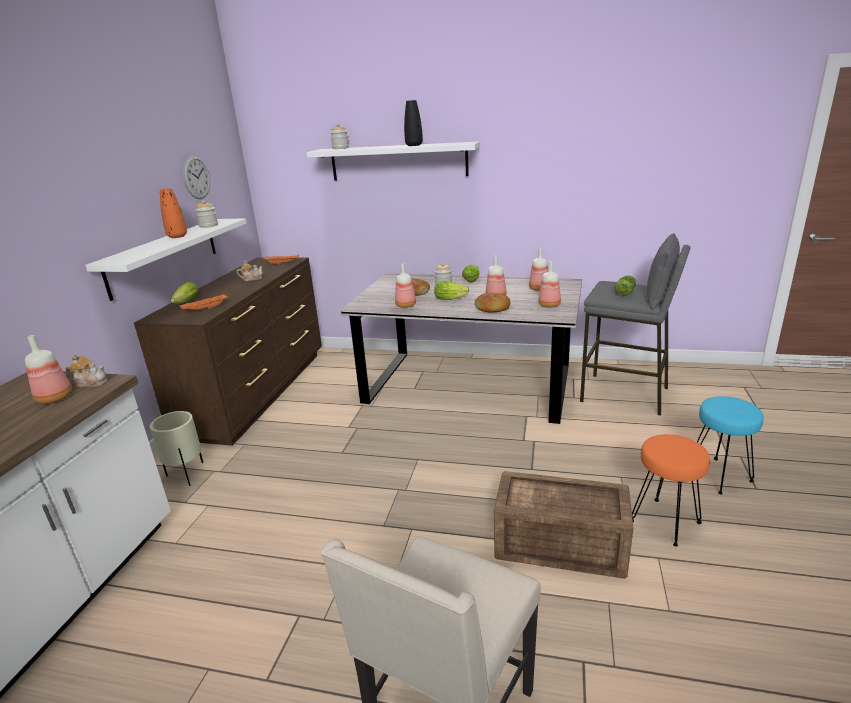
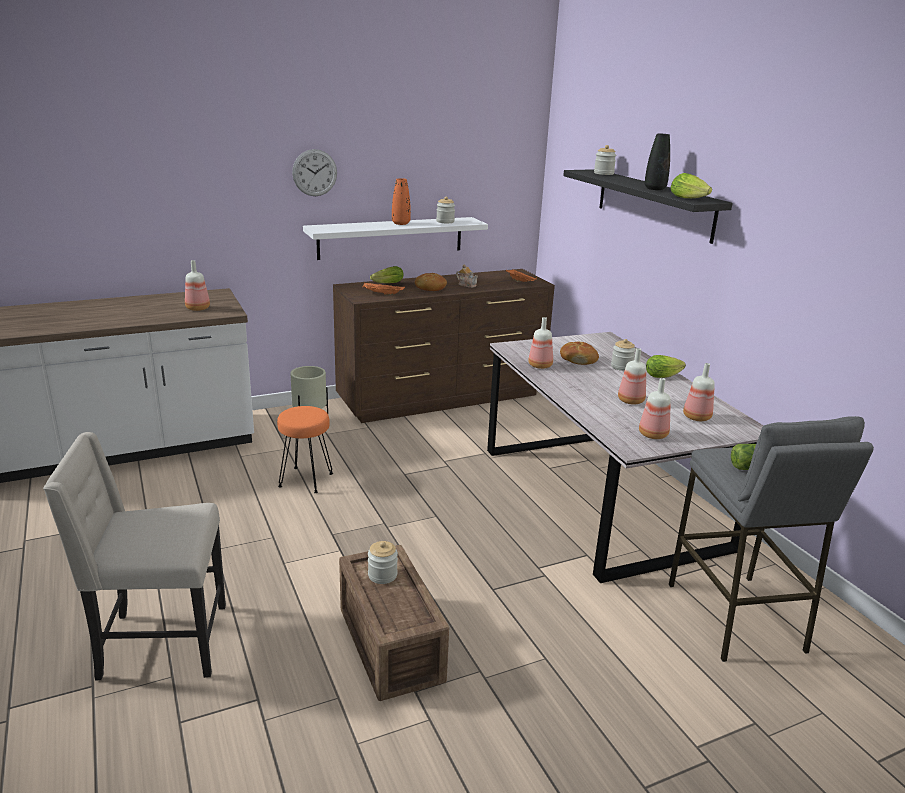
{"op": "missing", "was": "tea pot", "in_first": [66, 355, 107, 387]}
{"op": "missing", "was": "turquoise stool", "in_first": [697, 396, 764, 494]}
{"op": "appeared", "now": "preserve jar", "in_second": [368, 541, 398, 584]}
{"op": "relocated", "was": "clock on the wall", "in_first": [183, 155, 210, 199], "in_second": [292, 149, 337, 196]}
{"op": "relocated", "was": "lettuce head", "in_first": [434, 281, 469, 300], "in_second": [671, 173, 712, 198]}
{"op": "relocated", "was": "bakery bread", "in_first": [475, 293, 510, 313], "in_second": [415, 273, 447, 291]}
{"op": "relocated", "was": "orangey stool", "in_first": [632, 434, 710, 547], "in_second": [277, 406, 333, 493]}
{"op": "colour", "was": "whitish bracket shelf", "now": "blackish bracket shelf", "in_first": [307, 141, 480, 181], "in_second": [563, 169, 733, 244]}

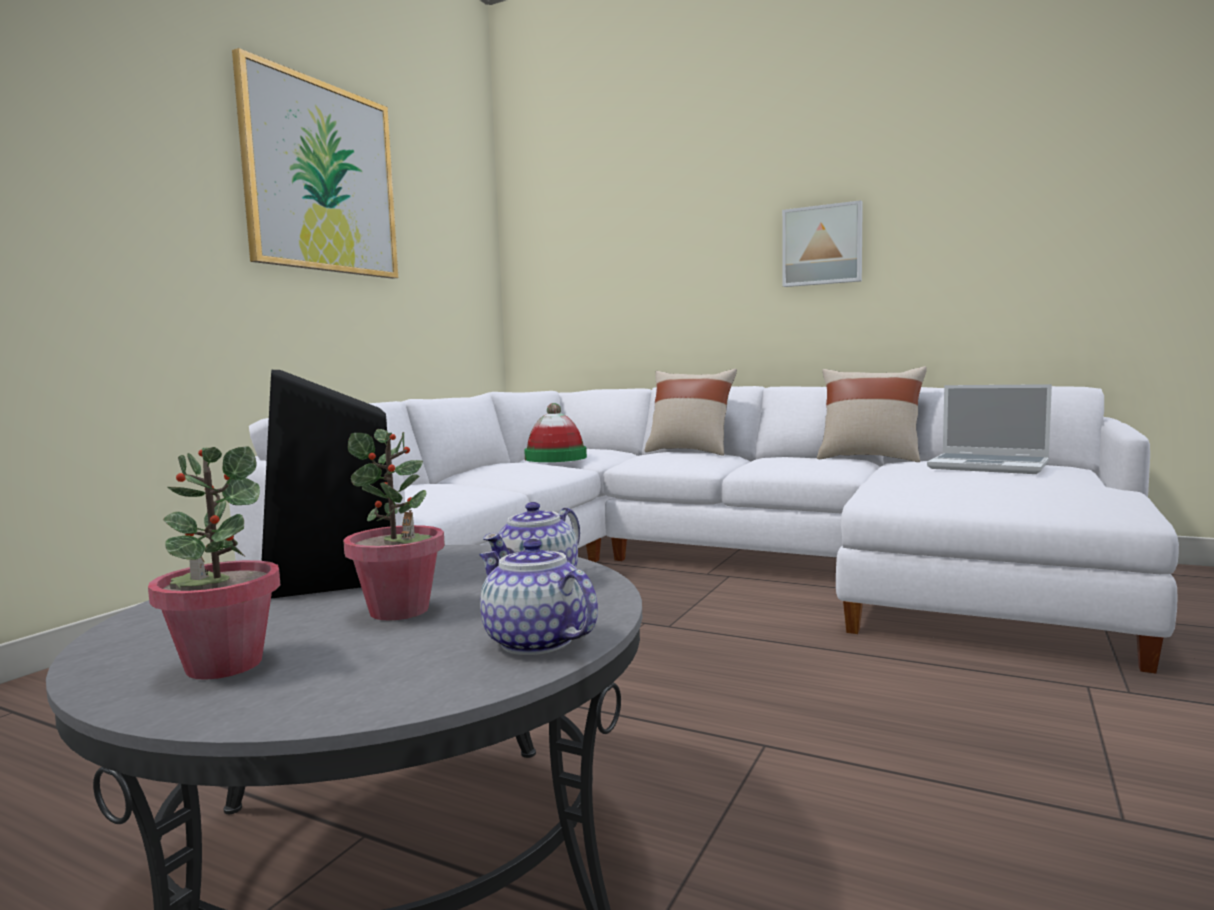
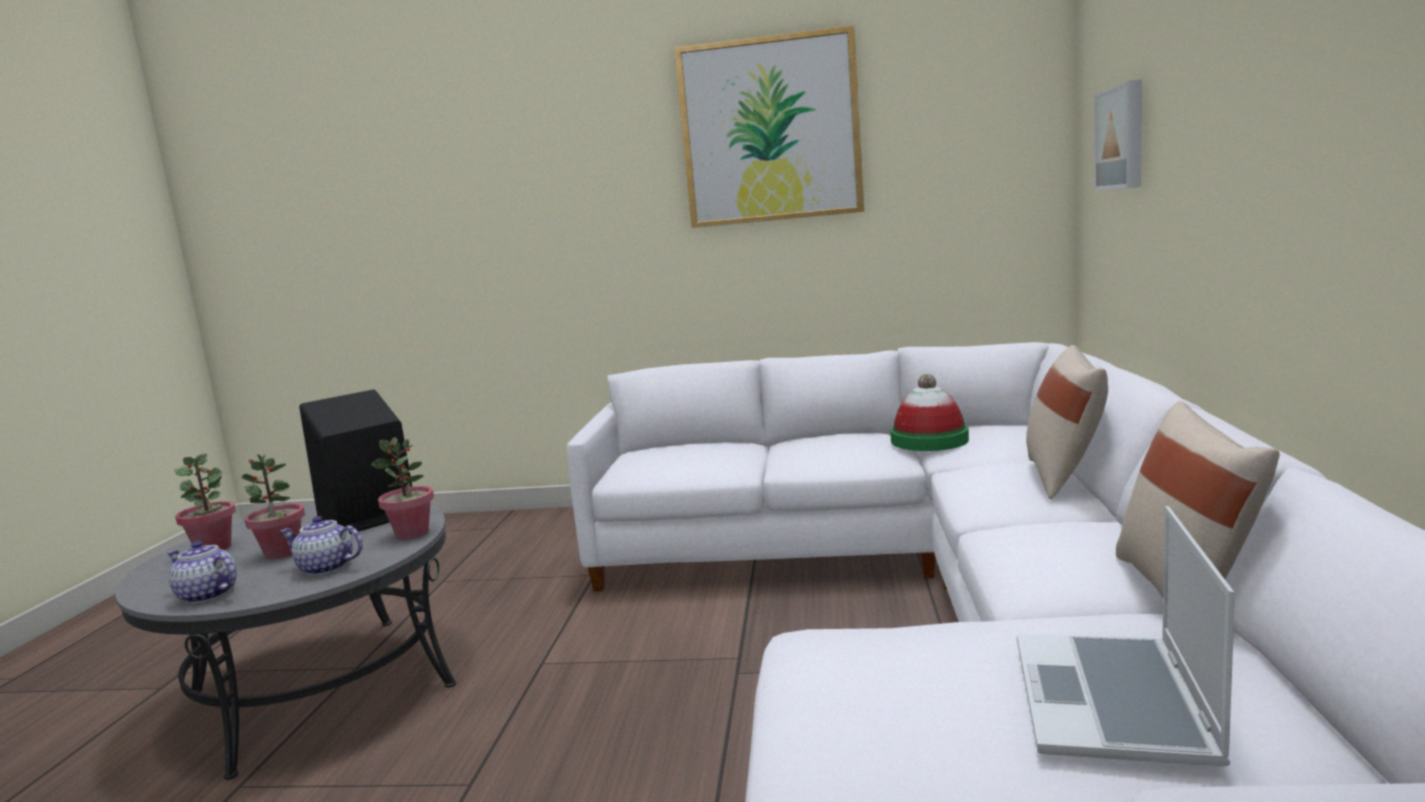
{"op": "appeared", "now": "houseplant", "in_second": [371, 437, 434, 540]}
{"op": "relocated", "was": "picture", "in_first": [782, 200, 863, 287], "in_second": [1094, 79, 1142, 191]}
{"op": "spun", "was": "tea pot", "in_first": [479, 539, 598, 655], "in_second": [167, 541, 237, 604], "clockwise": -90}

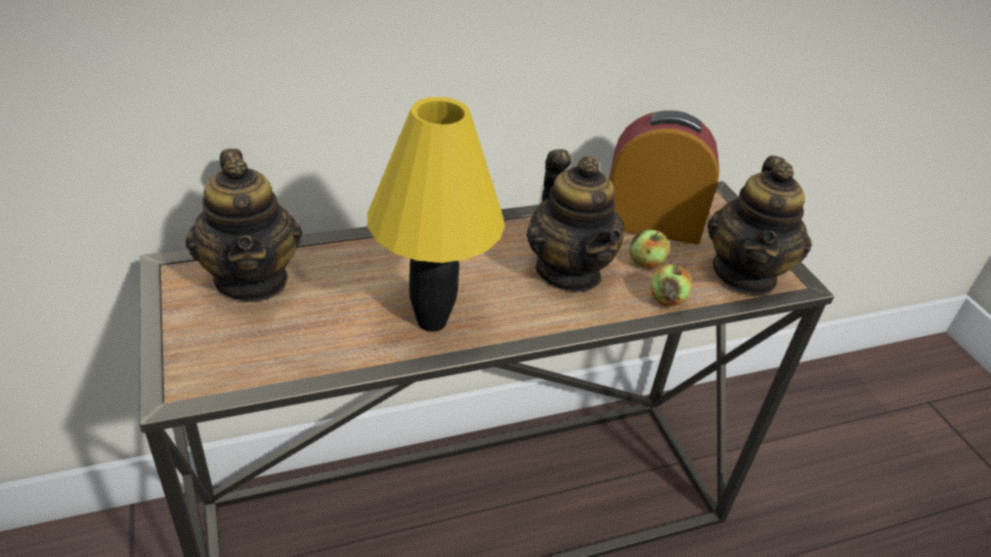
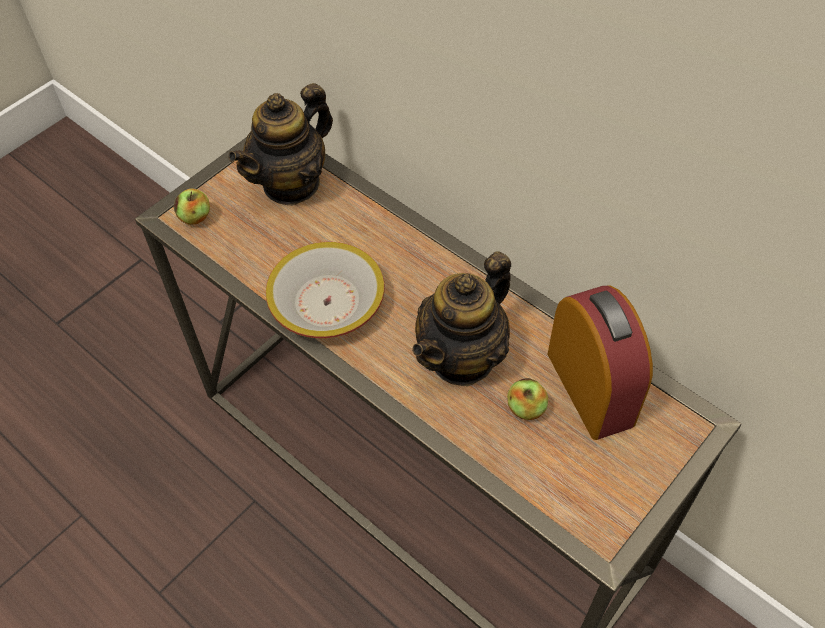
{"op": "missing", "was": "tea pot", "in_first": [707, 156, 812, 295]}
{"op": "relocated", "was": "apple fruit", "in_first": [651, 263, 692, 307], "in_second": [174, 188, 210, 225]}
{"op": "exchanged", "was": "yellow-coloured lamp for a table", "now": "deep dish", "in_first": [367, 97, 505, 332], "in_second": [266, 242, 385, 338]}

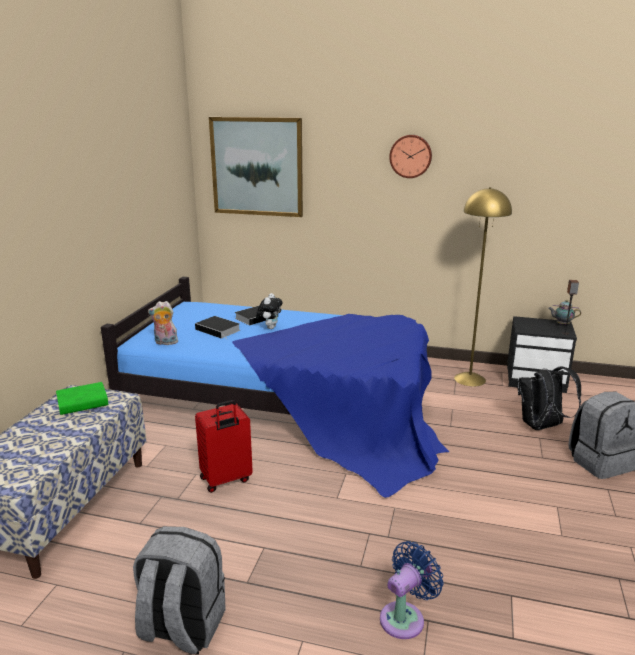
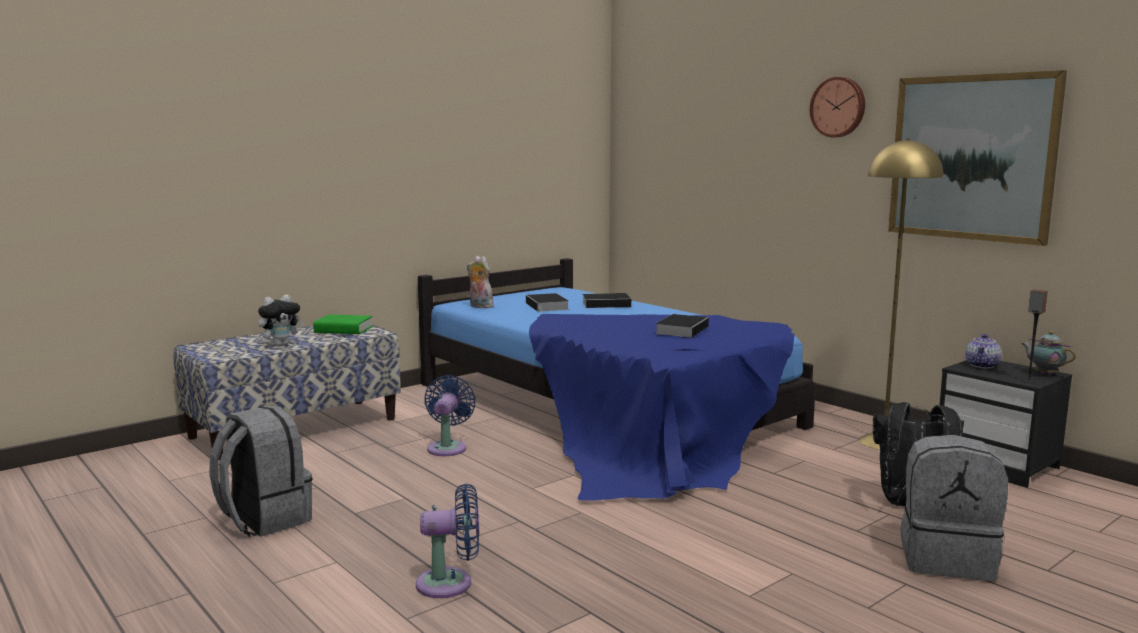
{"op": "appeared", "now": "bound book", "in_second": [655, 314, 709, 338]}
{"op": "appeared", "now": "tea pot", "in_second": [965, 334, 1002, 368]}
{"op": "relocated", "was": "picture", "in_first": [209, 117, 303, 217], "in_second": [888, 70, 1067, 246]}
{"op": "relocated", "was": "cuddly toy", "in_first": [256, 293, 283, 329], "in_second": [258, 295, 304, 346]}
{"op": "exchanged", "was": "red-coloured suitcase", "now": "bluish cooling fan", "in_first": [195, 400, 253, 493], "in_second": [424, 375, 476, 456]}

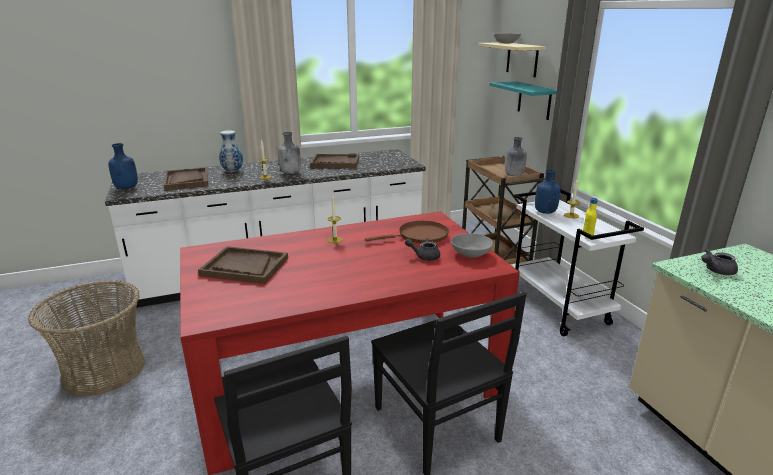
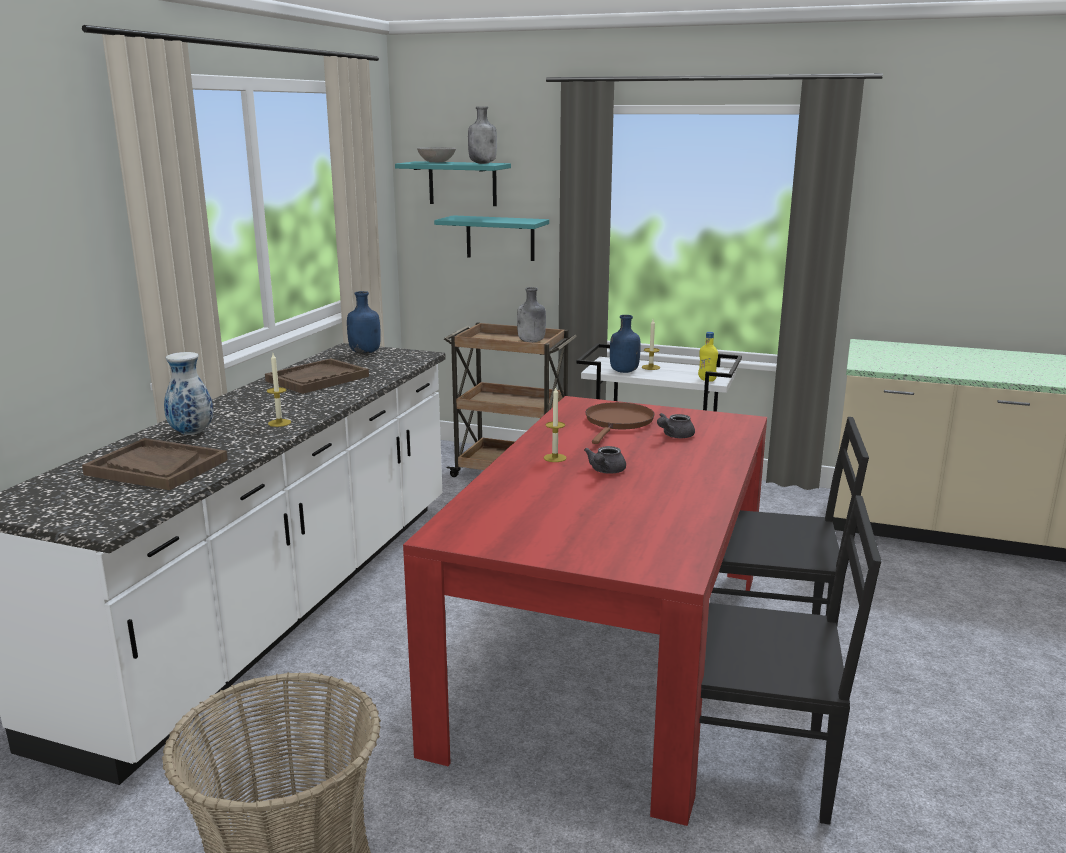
{"op": "missing", "was": "brown-coloured tray", "in_first": [198, 246, 288, 284]}
{"op": "missing", "was": "gray deep dish", "in_first": [451, 233, 493, 257]}
{"op": "relocated", "was": "bluish beverage bottle", "in_first": [108, 143, 138, 189], "in_second": [347, 291, 381, 354]}
{"op": "relocated", "was": "gray beverage bottle", "in_first": [278, 132, 301, 174], "in_second": [468, 106, 497, 164]}
{"op": "relocated", "was": "gray tea pot", "in_first": [701, 249, 738, 275], "in_second": [584, 446, 626, 474]}
{"op": "colour", "was": "sand-coloured bracket shelf", "now": "turquoise bracket shelf", "in_first": [478, 42, 546, 77], "in_second": [395, 161, 511, 206]}

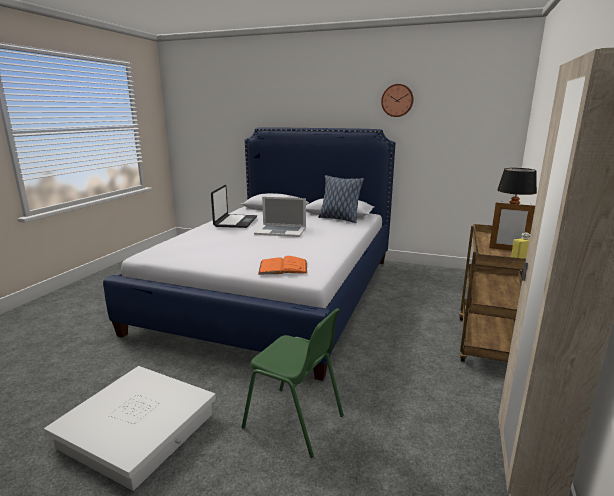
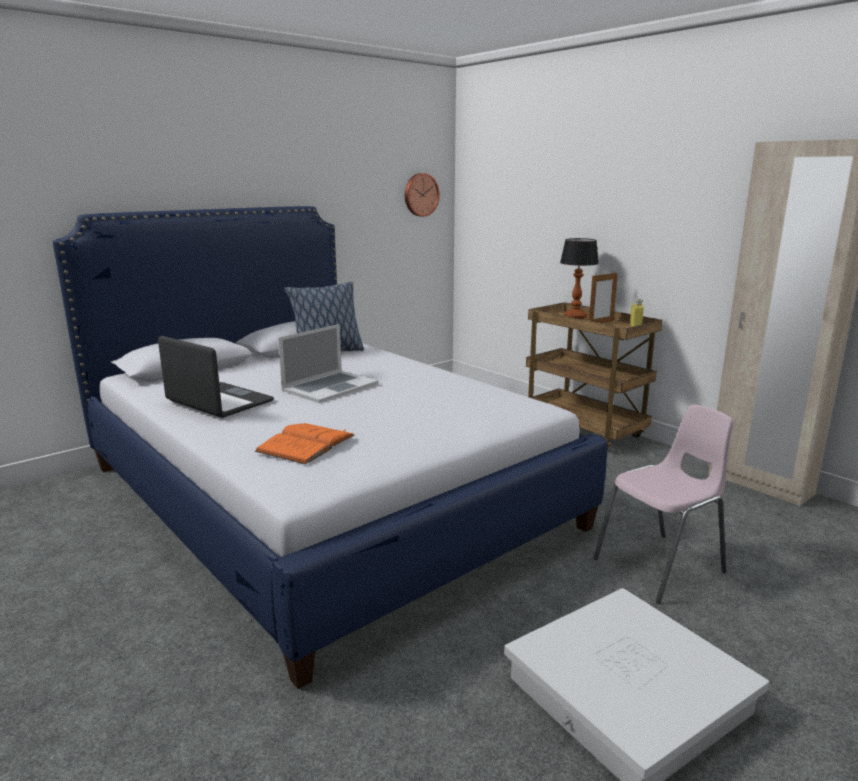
{"op": "relocated", "was": "orangey bound book", "in_first": [258, 256, 307, 274], "in_second": [255, 423, 354, 464]}
{"op": "relocated", "was": "clock on the wall", "in_first": [381, 84, 414, 117], "in_second": [405, 173, 440, 217]}
{"op": "colour", "was": "green plain chair", "now": "pink plain chair", "in_first": [242, 308, 344, 458], "in_second": [593, 404, 734, 604]}

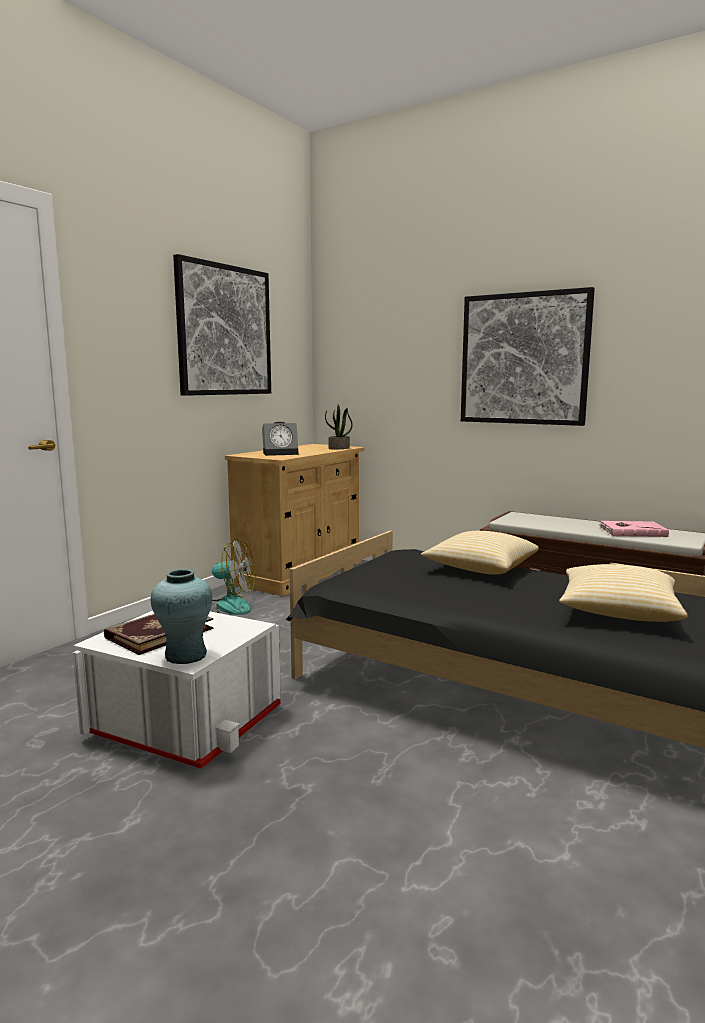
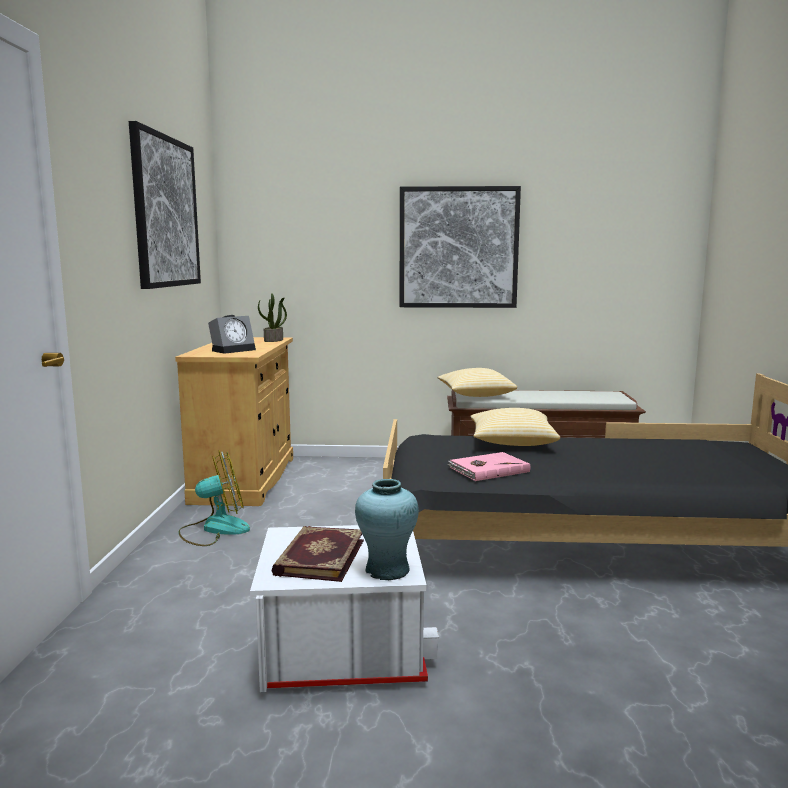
{"op": "relocated", "was": "pillow", "in_first": [559, 564, 688, 622], "in_second": [437, 368, 517, 397]}
{"op": "relocated", "was": "pink bound book", "in_first": [599, 521, 669, 537], "in_second": [447, 452, 530, 481]}

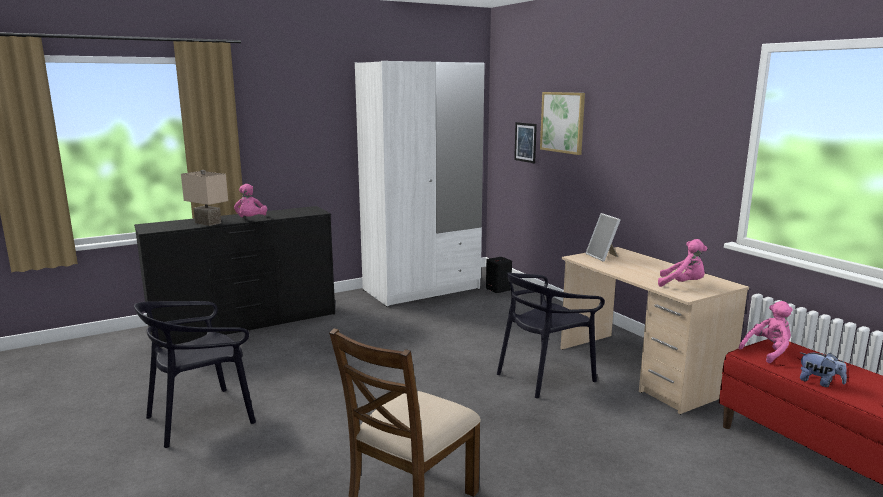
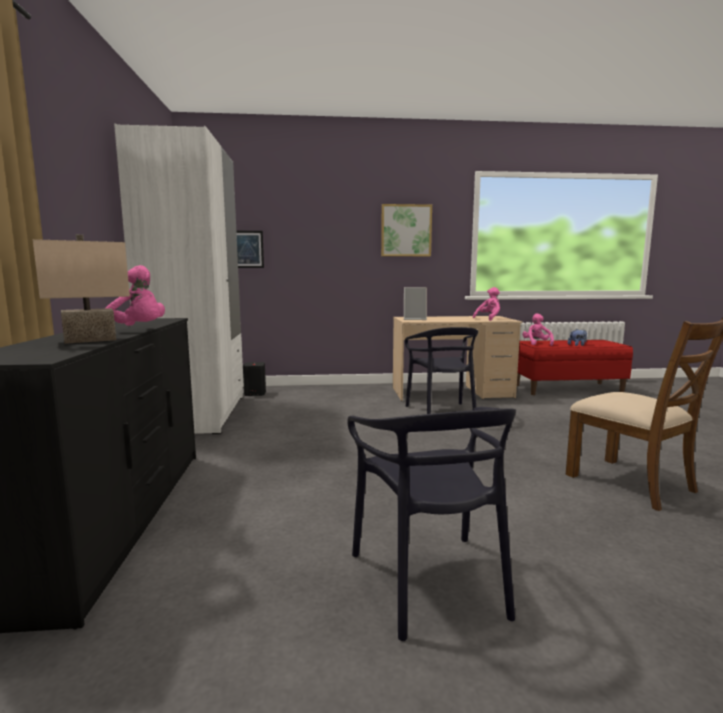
{"op": "relocated", "was": "picture", "in_first": [540, 92, 585, 155], "in_second": [381, 204, 432, 256]}

